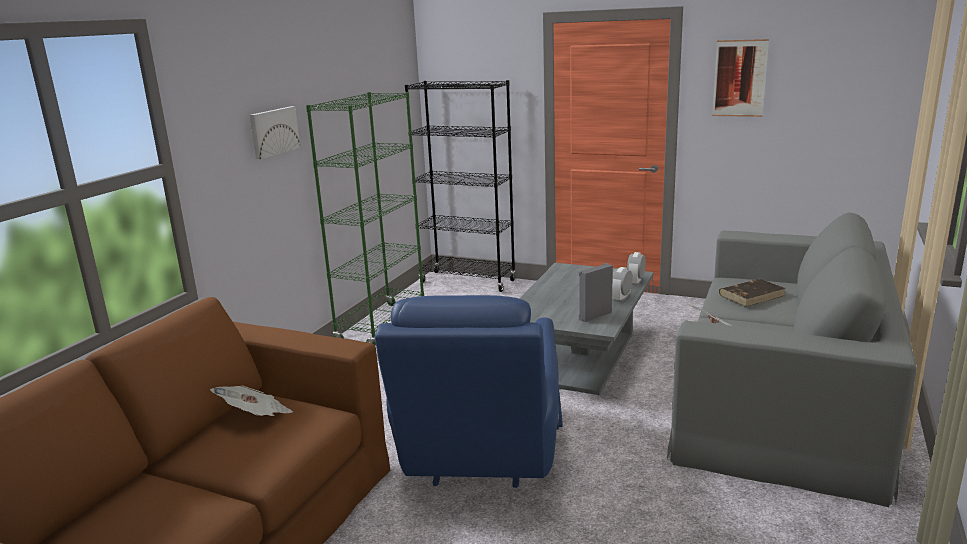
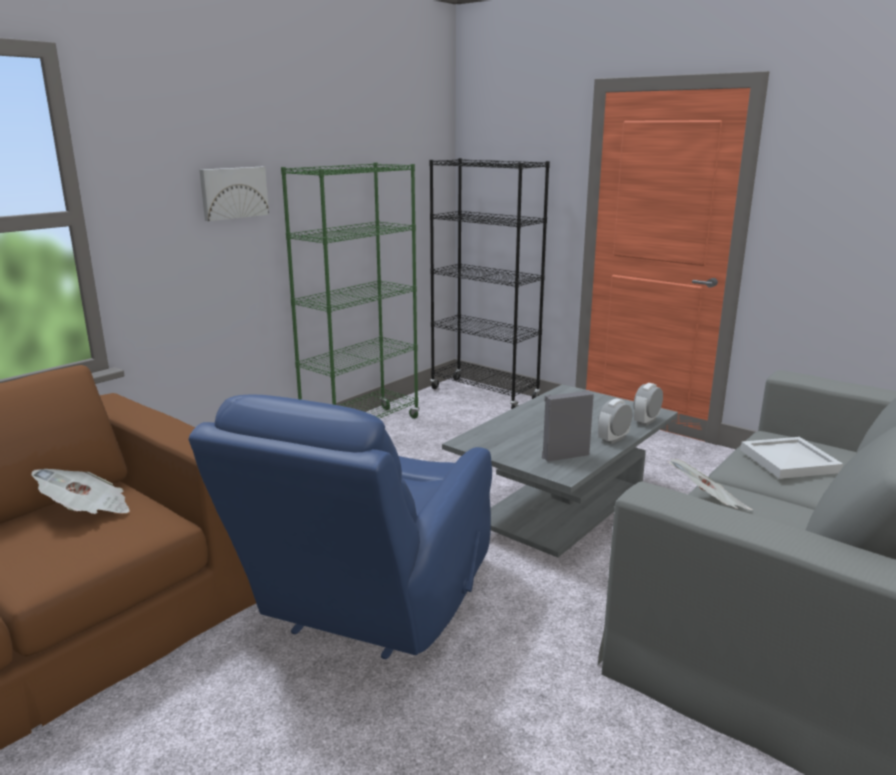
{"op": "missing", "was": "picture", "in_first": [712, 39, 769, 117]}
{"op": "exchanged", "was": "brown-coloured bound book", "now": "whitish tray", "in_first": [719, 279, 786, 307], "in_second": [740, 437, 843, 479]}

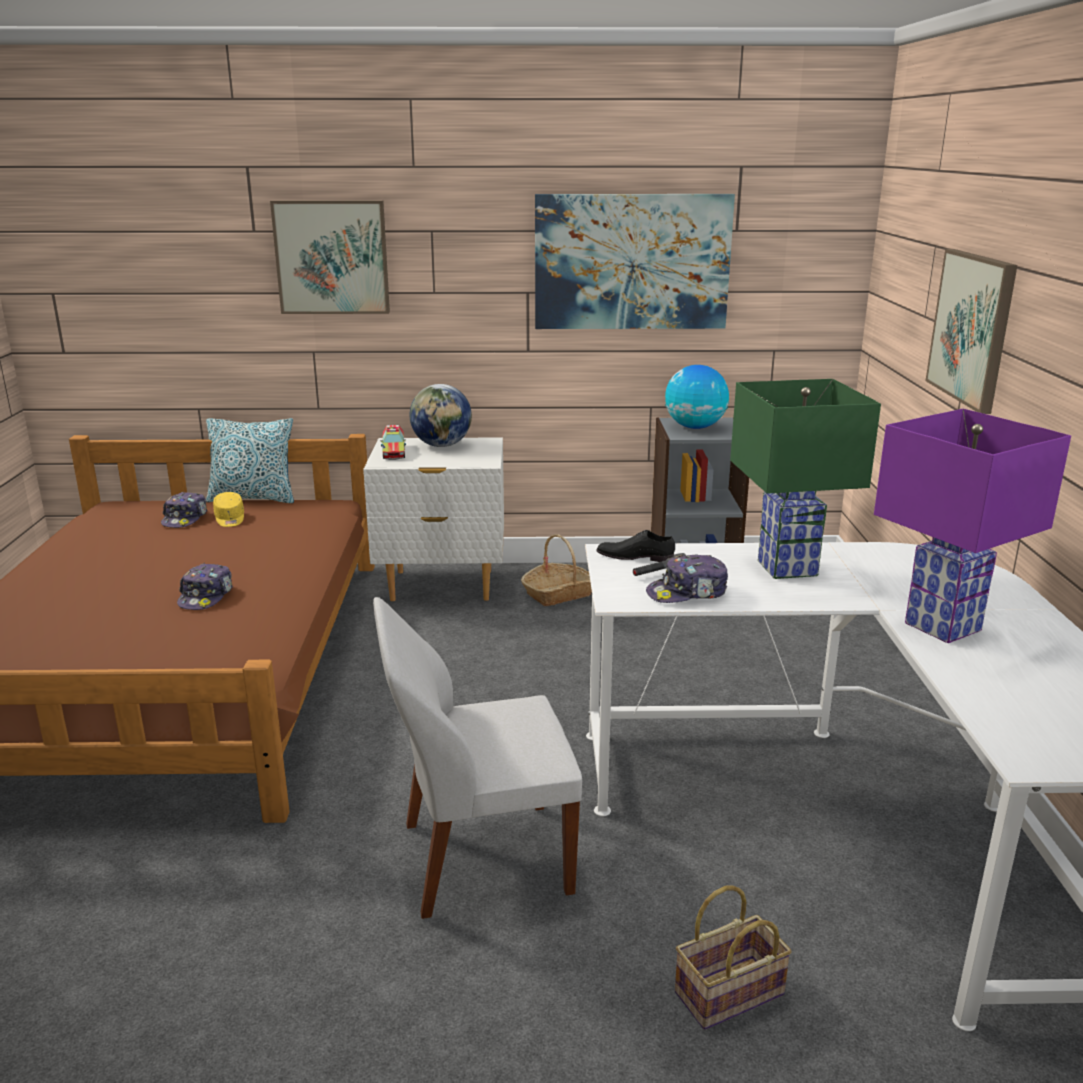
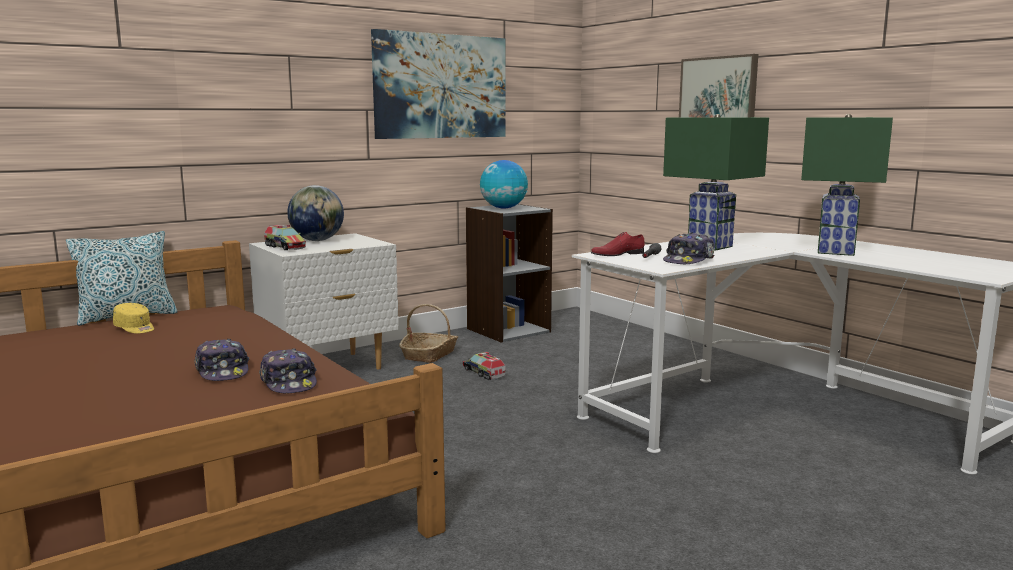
{"op": "missing", "was": "picture", "in_first": [270, 200, 390, 314]}
{"op": "missing", "was": "whitish plain chair", "in_first": [373, 597, 582, 919]}
{"op": "missing", "was": "basket", "in_first": [675, 885, 792, 1030]}
{"op": "appeared", "now": "model truck", "in_second": [462, 352, 506, 380]}
{"op": "relocated", "was": "baseball cap", "in_first": [161, 492, 208, 528], "in_second": [259, 349, 317, 393]}
{"op": "colour", "was": "blackish item of footwear", "now": "red-coloured item of footwear", "in_first": [596, 530, 675, 562], "in_second": [591, 232, 645, 256]}
{"op": "colour", "was": "purplish lamp for a table", "now": "green lamp for a table", "in_first": [874, 409, 1071, 643], "in_second": [801, 114, 893, 256]}

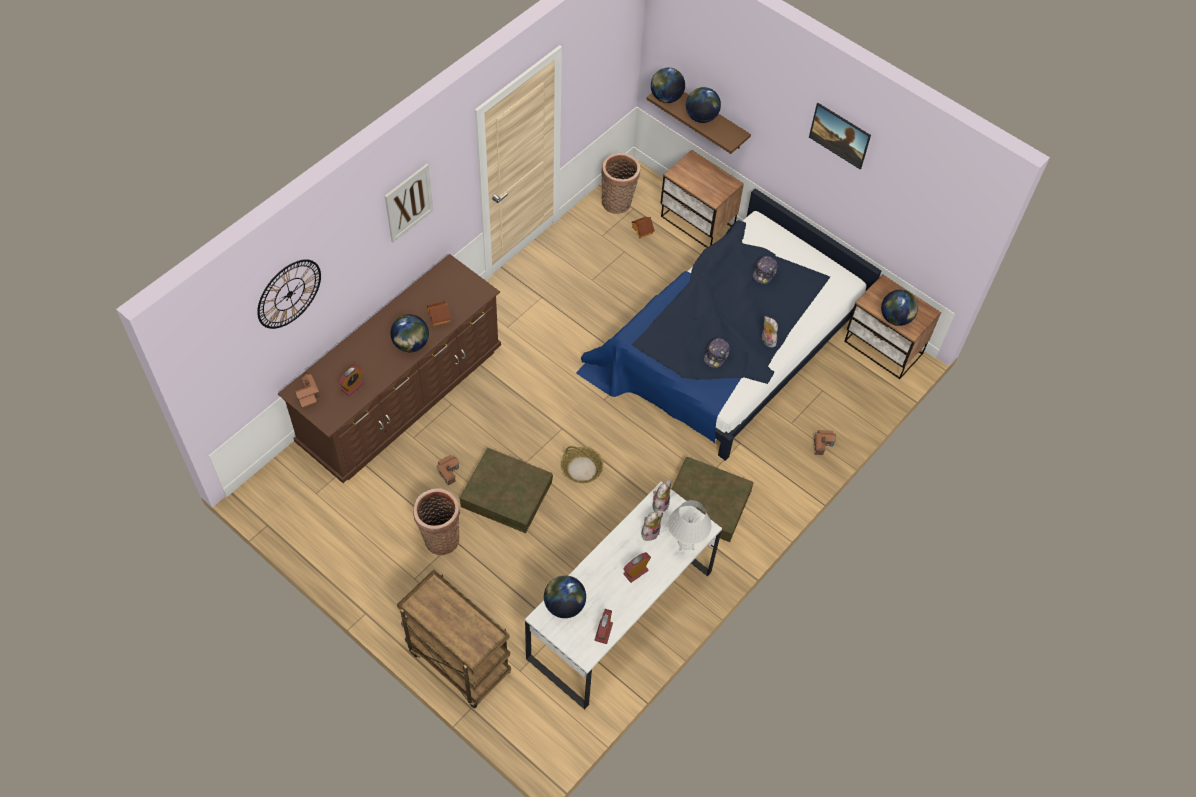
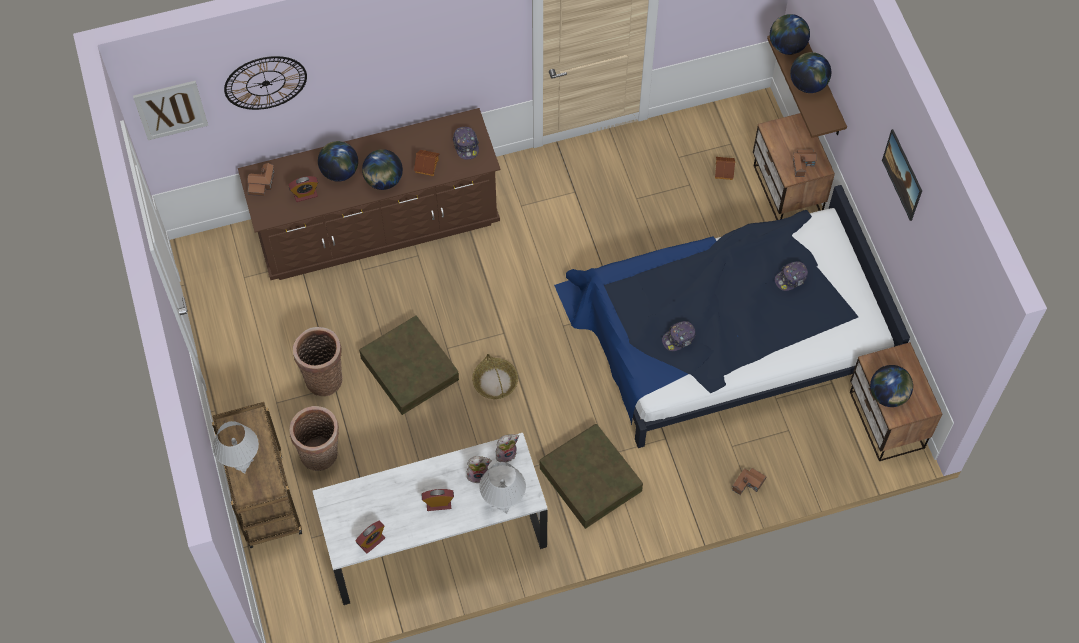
{"op": "missing", "was": "cuddly toy", "in_first": [762, 316, 778, 348]}
{"op": "appeared", "now": "whitish lamp for a table", "in_second": [212, 421, 259, 474]}
{"op": "appeared", "now": "baseball cap", "in_second": [453, 127, 479, 160]}
{"op": "relocated", "was": "picture", "in_first": [385, 164, 433, 242], "in_second": [133, 81, 208, 140]}
{"op": "relocated", "was": "miniature house", "in_first": [437, 455, 459, 486], "in_second": [793, 149, 817, 177]}
{"op": "relocated", "was": "globe", "in_first": [544, 575, 586, 618], "in_second": [318, 141, 358, 182]}
{"op": "relocated", "was": "basket", "in_first": [601, 153, 640, 214], "in_second": [289, 406, 339, 471]}

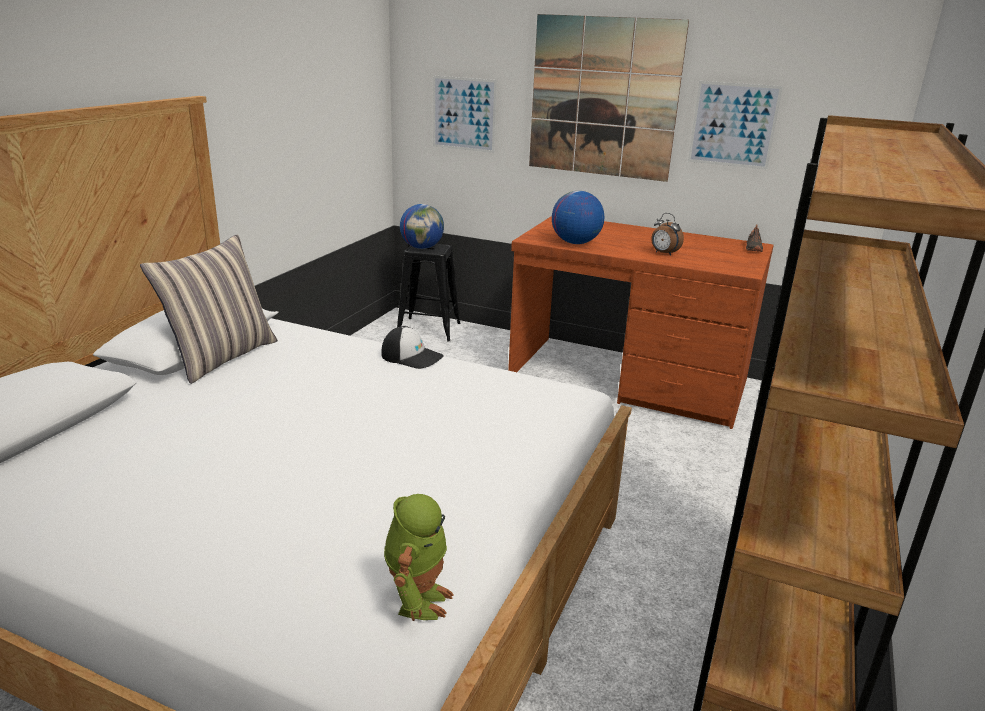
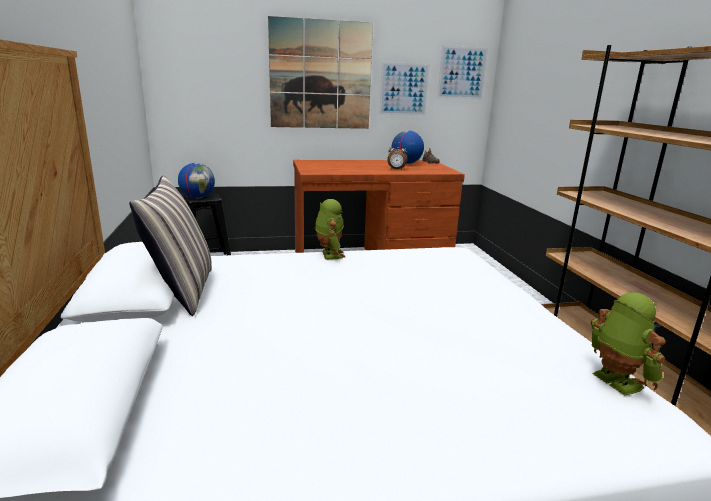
{"op": "relocated", "was": "picture", "in_first": [433, 76, 497, 153], "in_second": [438, 46, 488, 99]}
{"op": "relocated", "was": "globe", "in_first": [552, 191, 604, 244], "in_second": [392, 130, 424, 164]}
{"op": "exchanged", "was": "baseball cap", "now": "toy robot", "in_first": [381, 326, 444, 369], "in_second": [315, 199, 345, 259]}

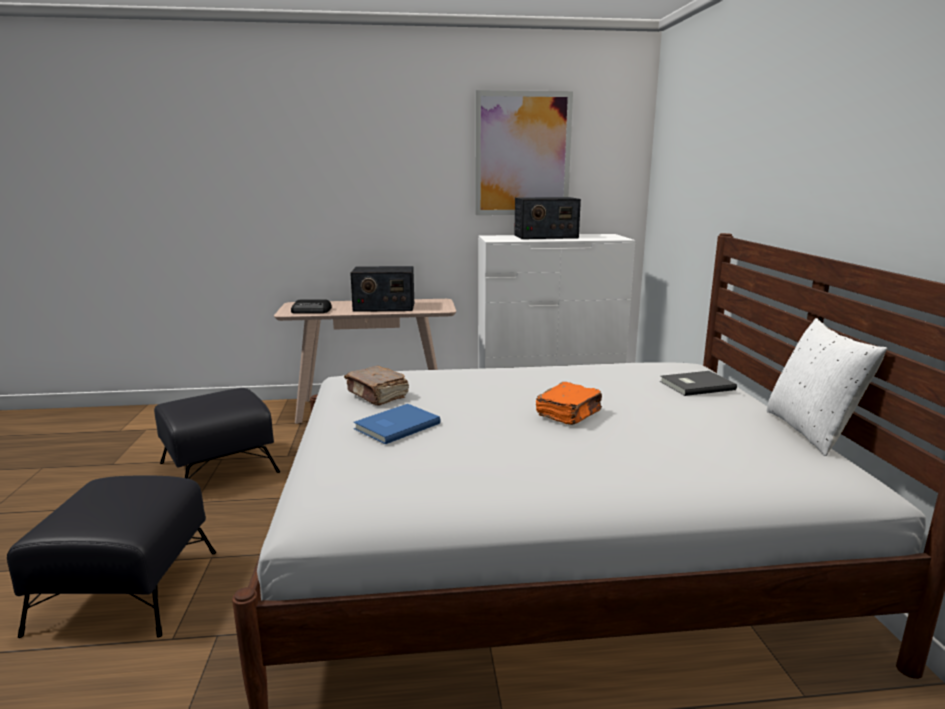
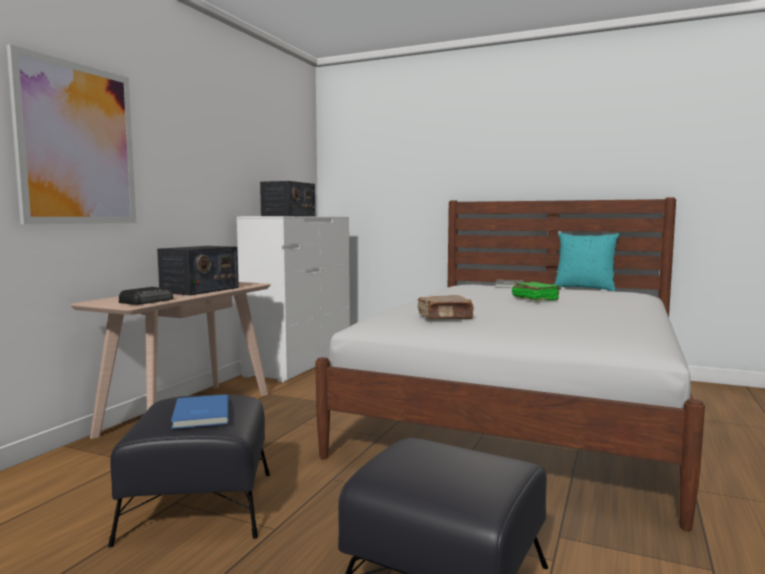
{"op": "relocated", "was": "bluish bound book", "in_first": [354, 404, 441, 444], "in_second": [171, 394, 229, 429]}
{"op": "relocated", "was": "picture", "in_first": [475, 90, 573, 215], "in_second": [7, 44, 136, 224]}
{"op": "colour", "was": "orangey bound book", "now": "green bound book", "in_first": [536, 382, 602, 425], "in_second": [512, 282, 561, 301]}
{"op": "colour", "was": "whitish pillow", "now": "turquoise pillow", "in_first": [766, 318, 887, 456], "in_second": [554, 233, 620, 291]}

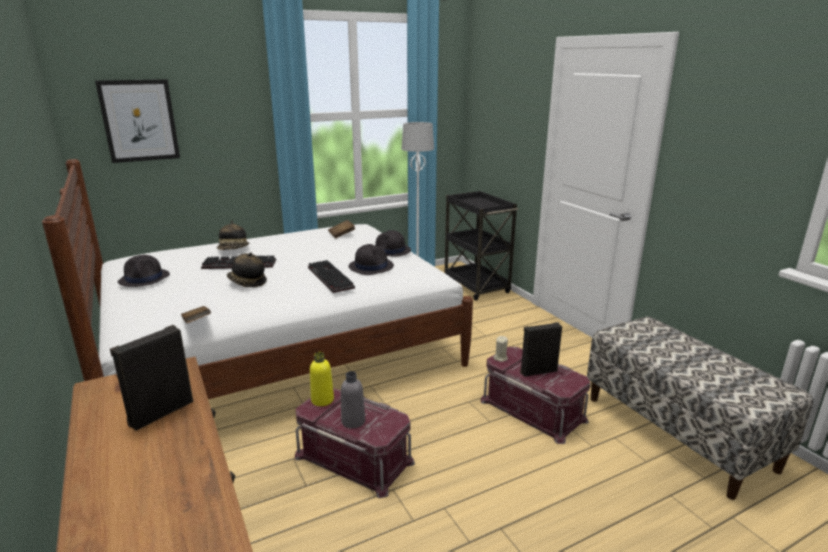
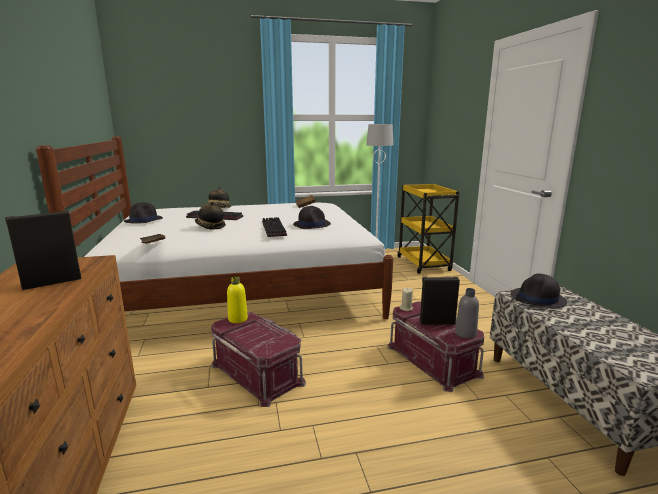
{"op": "missing", "was": "picture", "in_first": [95, 79, 180, 163]}
{"op": "relocated", "was": "gray beverage bottle", "in_first": [341, 371, 365, 428], "in_second": [455, 288, 479, 339]}
{"op": "relocated", "was": "blackish clothing hat", "in_first": [375, 230, 411, 257], "in_second": [511, 273, 567, 308]}
{"op": "colour", "was": "blackish trolley", "now": "yellow-coloured trolley", "in_first": [445, 191, 518, 301], "in_second": [398, 184, 460, 274]}

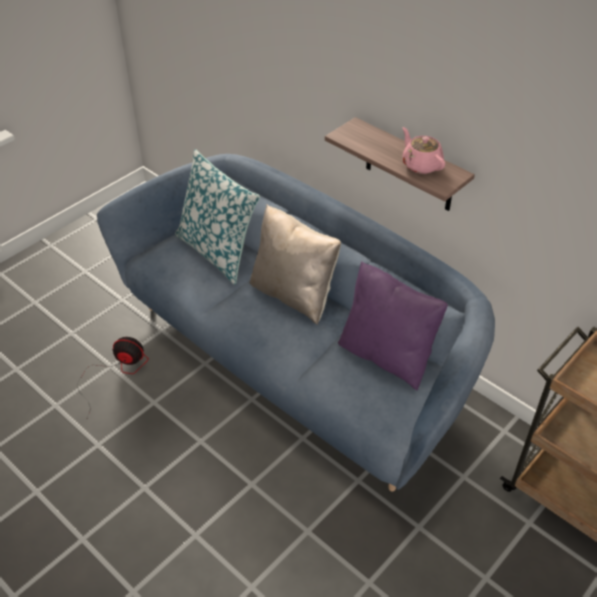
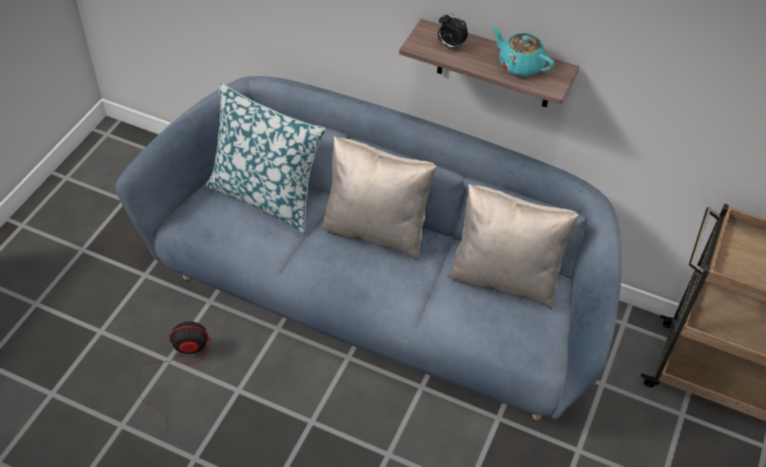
{"op": "appeared", "now": "table clock", "in_second": [438, 13, 468, 49]}
{"op": "colour", "was": "purplish pillow", "now": "sand-coloured pillow", "in_first": [338, 261, 448, 391], "in_second": [447, 184, 579, 309]}
{"op": "colour", "was": "pink tea pot", "now": "turquoise tea pot", "in_first": [402, 127, 445, 174], "in_second": [492, 27, 554, 77]}

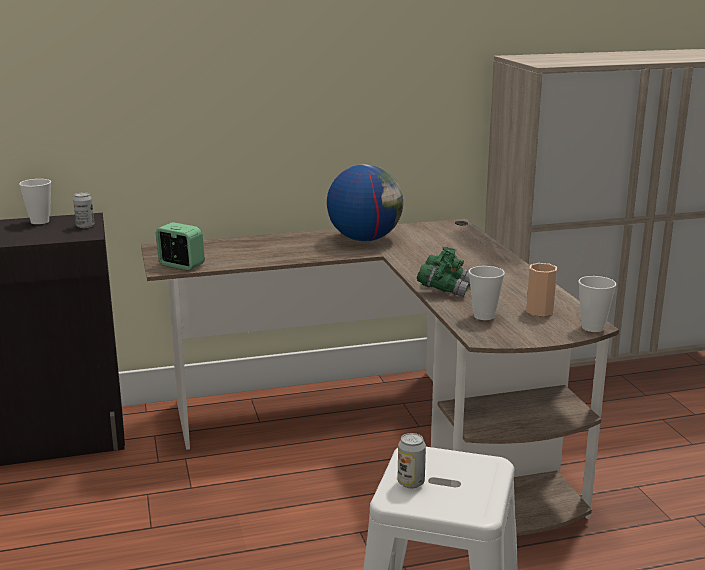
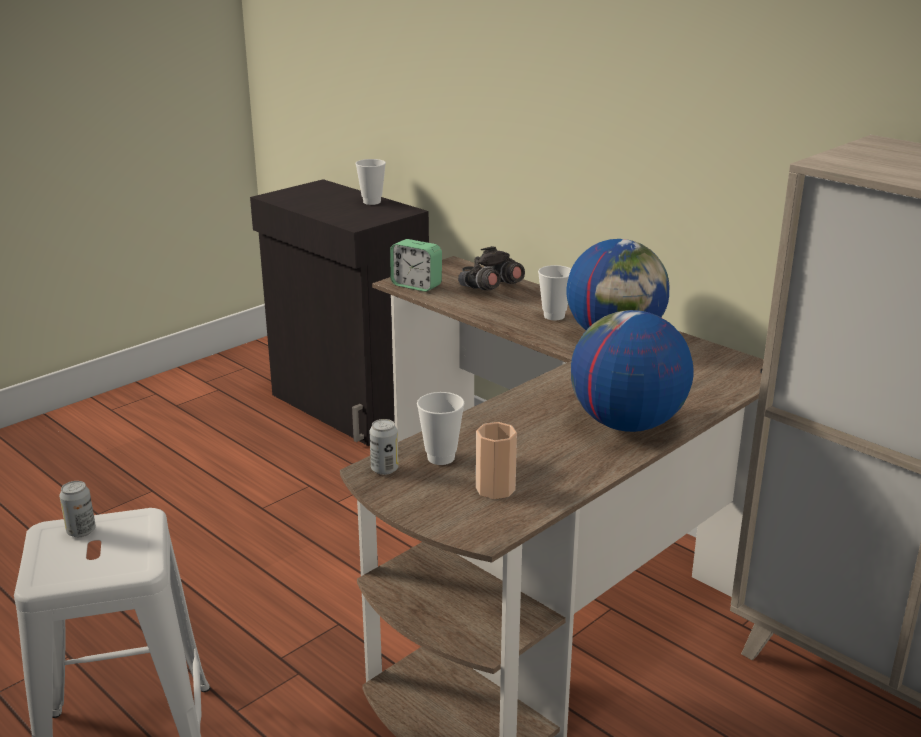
{"op": "missing", "was": "green binoculars", "in_first": [417, 247, 470, 297]}
{"op": "appeared", "now": "gray binoculars", "in_second": [458, 246, 525, 290]}
{"op": "appeared", "now": "globe", "in_second": [571, 310, 694, 432]}
{"op": "relocated", "was": "metal can", "in_first": [73, 192, 94, 228], "in_second": [369, 419, 399, 475]}
{"op": "relocated", "was": "small cup", "in_first": [578, 276, 616, 332], "in_second": [538, 265, 571, 320]}
{"op": "spun", "was": "table clock", "in_first": [156, 222, 205, 270], "in_second": [390, 239, 442, 292], "clockwise": 120}

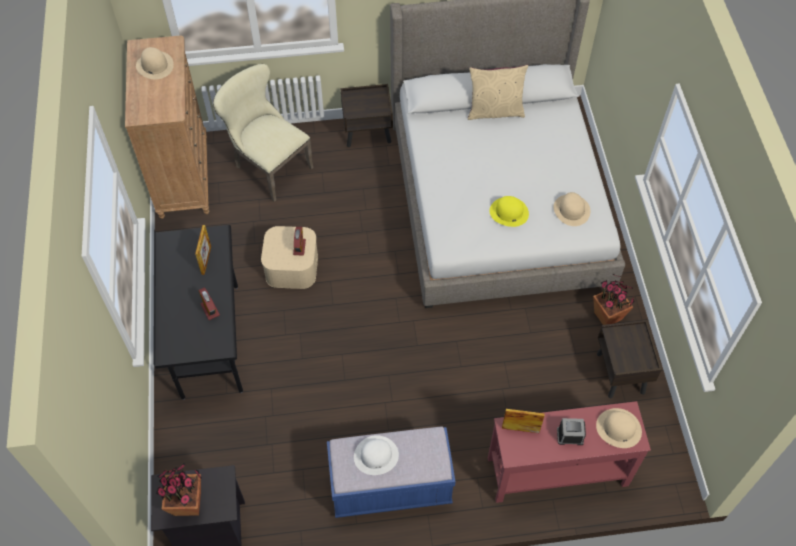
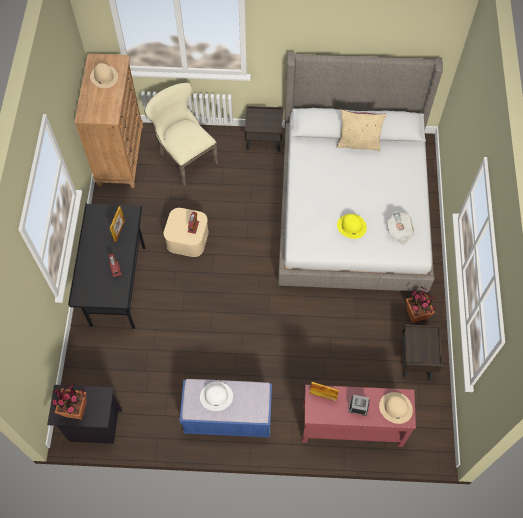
{"op": "exchanged", "was": "sand-coloured clothing hat", "now": "printed paper", "in_first": [553, 192, 590, 226], "in_second": [388, 211, 415, 245]}

